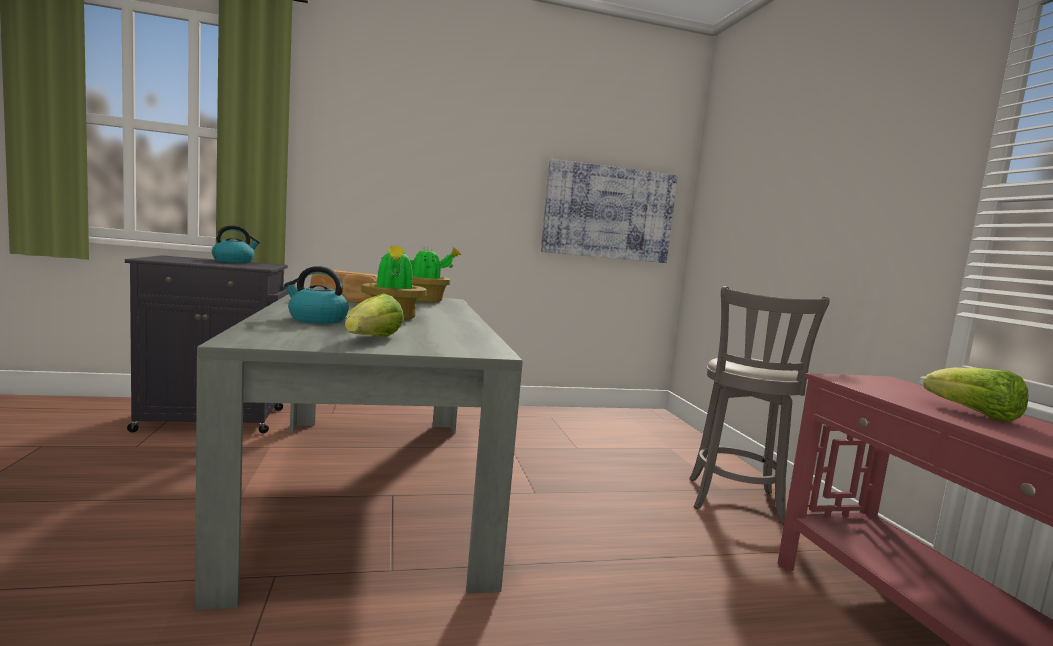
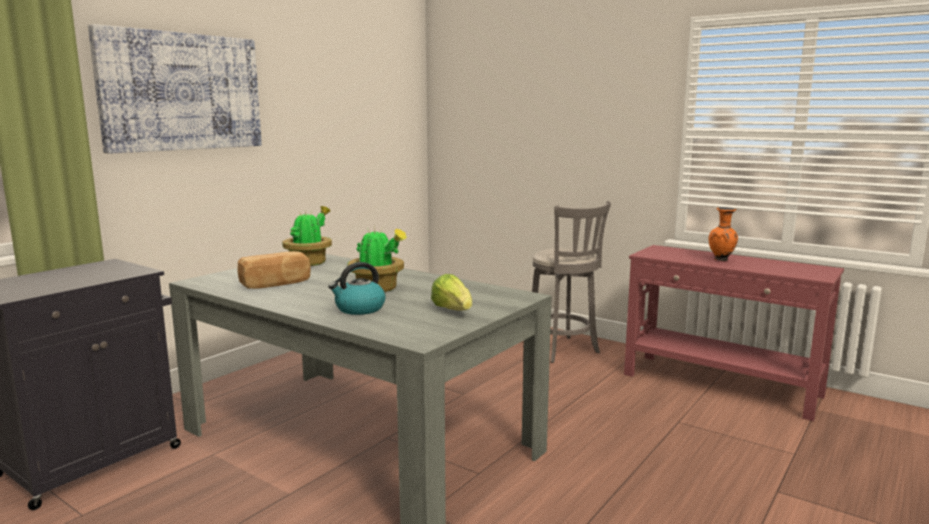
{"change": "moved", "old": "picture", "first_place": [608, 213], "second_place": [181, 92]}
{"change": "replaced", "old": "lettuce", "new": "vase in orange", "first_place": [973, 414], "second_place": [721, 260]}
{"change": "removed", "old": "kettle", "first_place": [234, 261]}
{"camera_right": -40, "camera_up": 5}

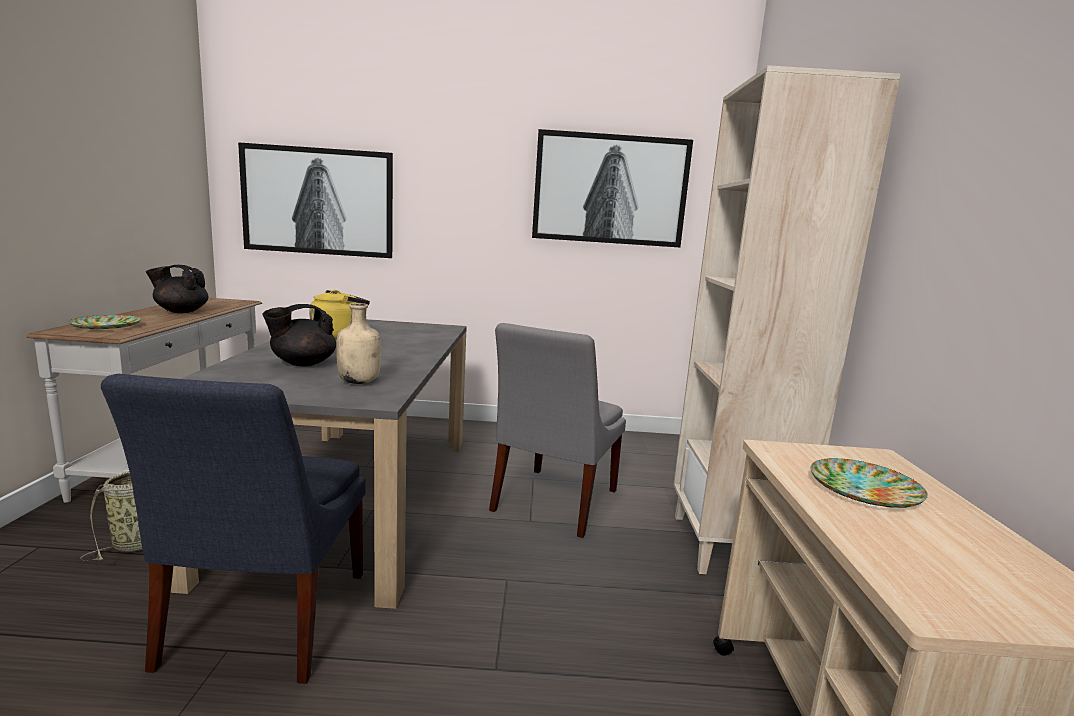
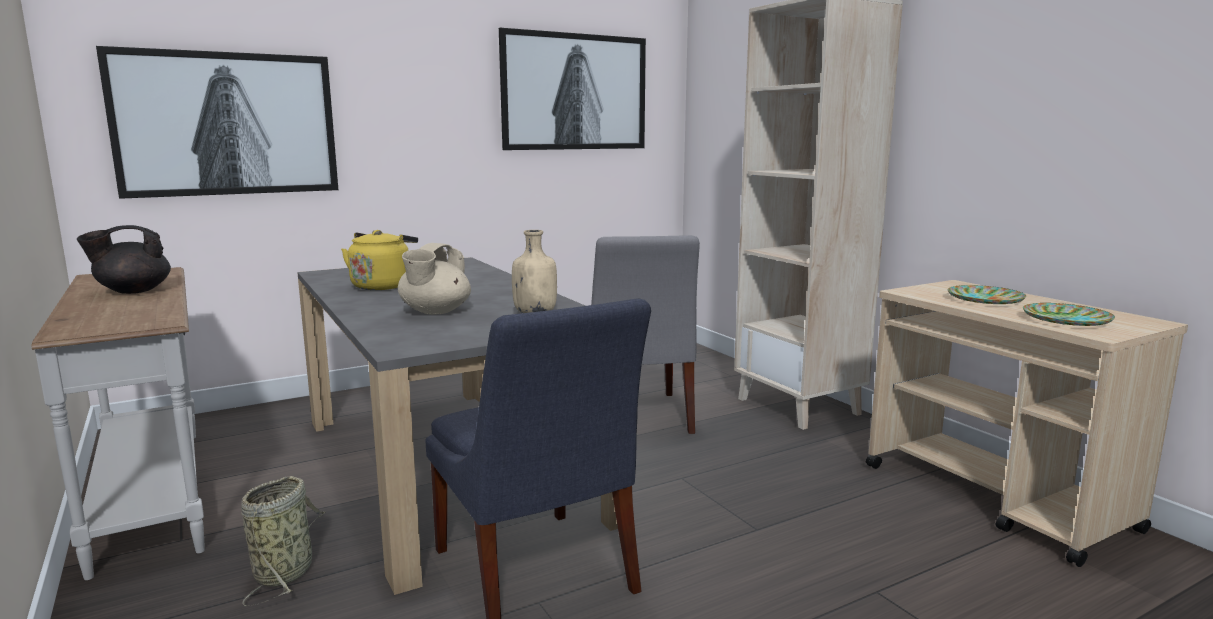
{"change": "recoloured", "old": "teapot in black", "new": "teapot in beige", "first_place": [302, 363], "second_place": [435, 312]}
{"change": "moved", "old": "plate", "first_place": [107, 326], "second_place": [1066, 319]}
{"camera_right": -30, "camera_up": 0}

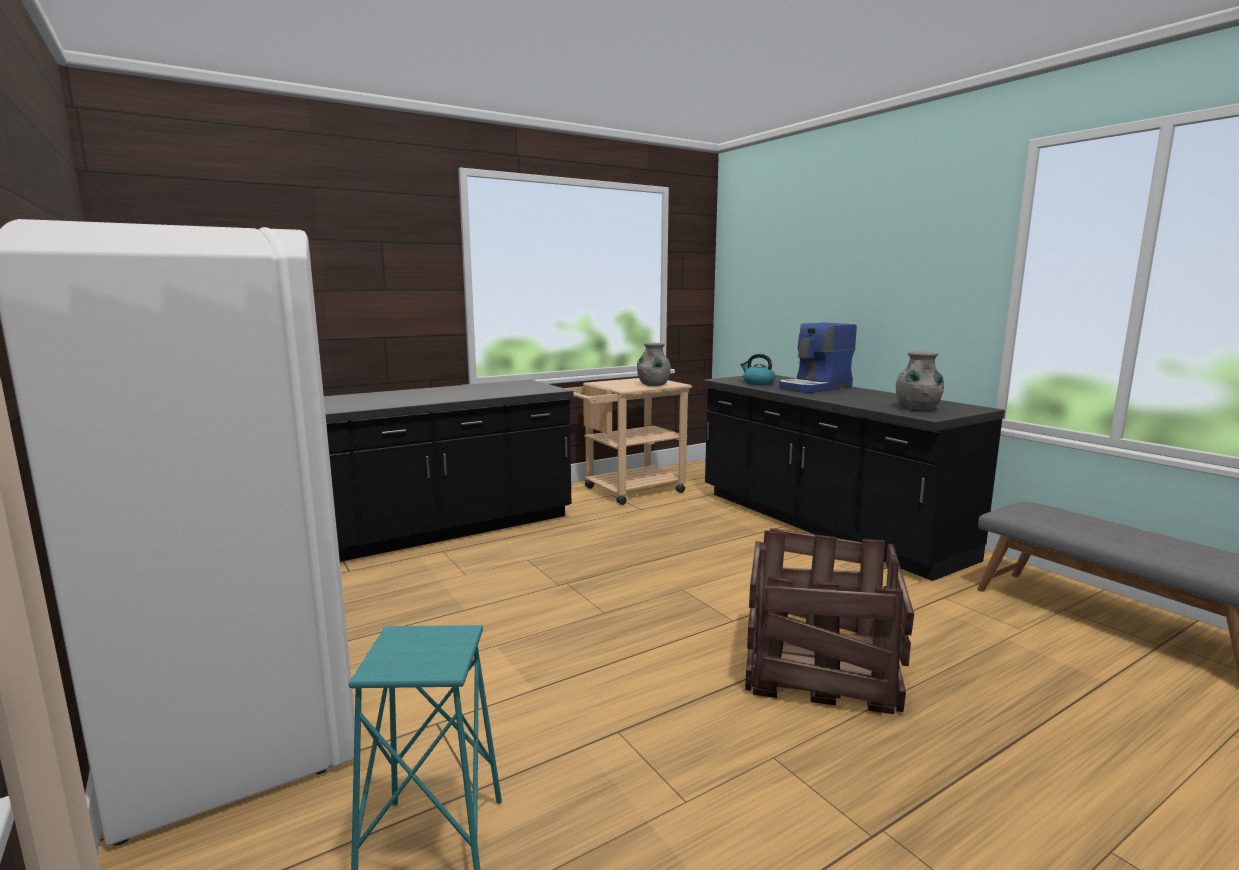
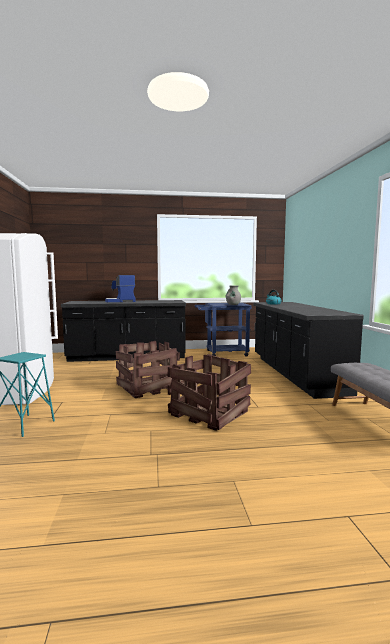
{"change": "moved", "old": "coffee machine", "first_place": [815, 387], "second_place": [121, 301]}
{"change": "added", "new": "crate", "second_place": [148, 387]}
{"change": "recoloured", "old": "cart in beige", "new": "cart in blue", "first_place": [627, 491], "second_place": [222, 353]}
{"change": "removed", "old": "vase in grey", "first_place": [917, 408]}
{"camera_right": 25, "camera_up": -5}

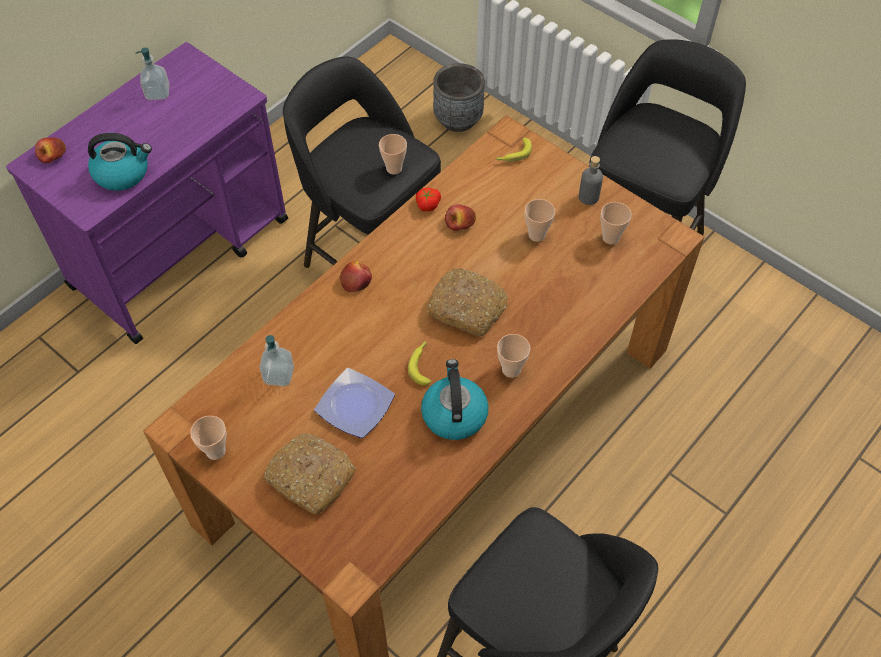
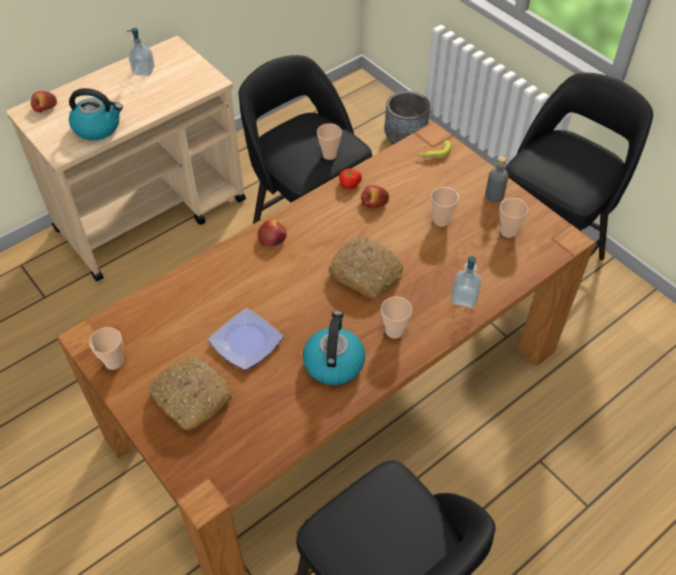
{"change": "recoloured", "old": "cart in purple", "new": "cart in beige", "first_place": [181, 252], "second_place": [152, 214]}
{"change": "moved", "old": "soap dispenser", "first_place": [279, 375], "second_place": [464, 298]}
{"change": "removed", "old": "banana", "first_place": [422, 364]}
{"camera_right": 10, "camera_up": -5}

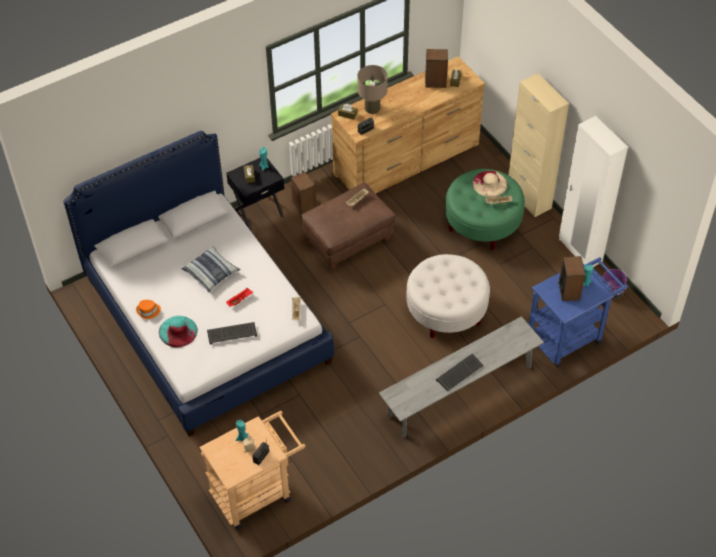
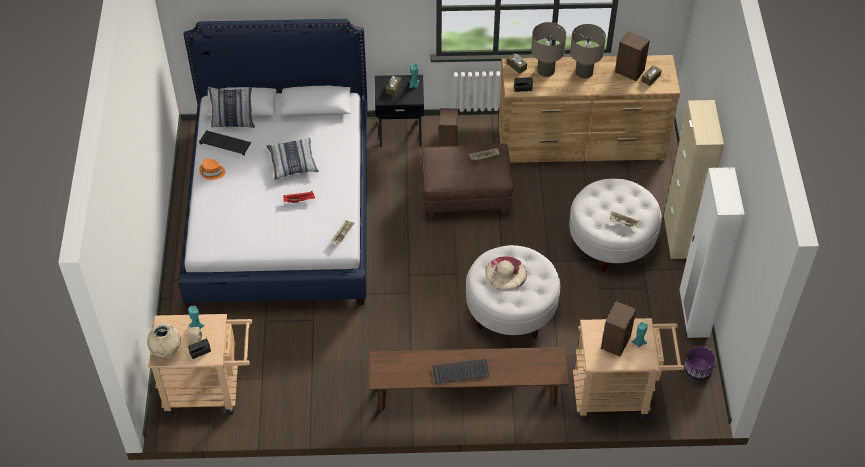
{"change": "added", "new": "vase in beige", "second_place": [166, 351]}
{"change": "moved", "old": "keyboard", "first_place": [232, 333], "second_place": [226, 143]}
{"change": "added", "new": "pillow", "second_place": [233, 122]}
{"change": "recoloured", "old": "bench in grey", "new": "bench in brown", "first_place": [460, 391], "second_place": [467, 394]}
{"change": "moved", "old": "hat in beige", "first_place": [490, 183], "second_place": [506, 273]}
{"change": "recoloured", "old": "ottoman in green", "new": "ottoman in white", "first_place": [482, 223], "second_place": [611, 241]}
{"change": "added", "new": "table lamp in beige", "second_place": [584, 72]}
{"change": "recoloured", "old": "cart in blue", "new": "cart in beige", "first_place": [569, 335], "second_place": [619, 394]}
{"change": "removed", "old": "hat in turquoise", "first_place": [178, 331]}
{"camera_right": 30, "camera_up": 0}

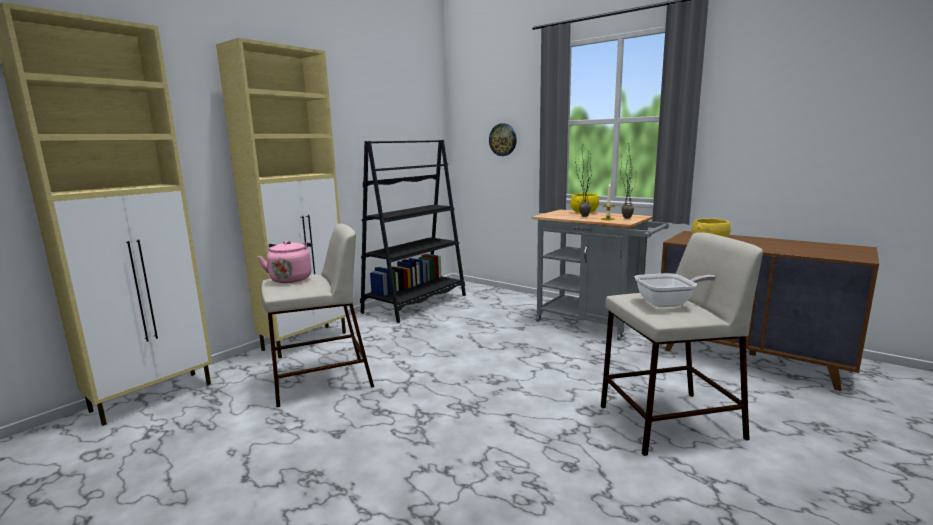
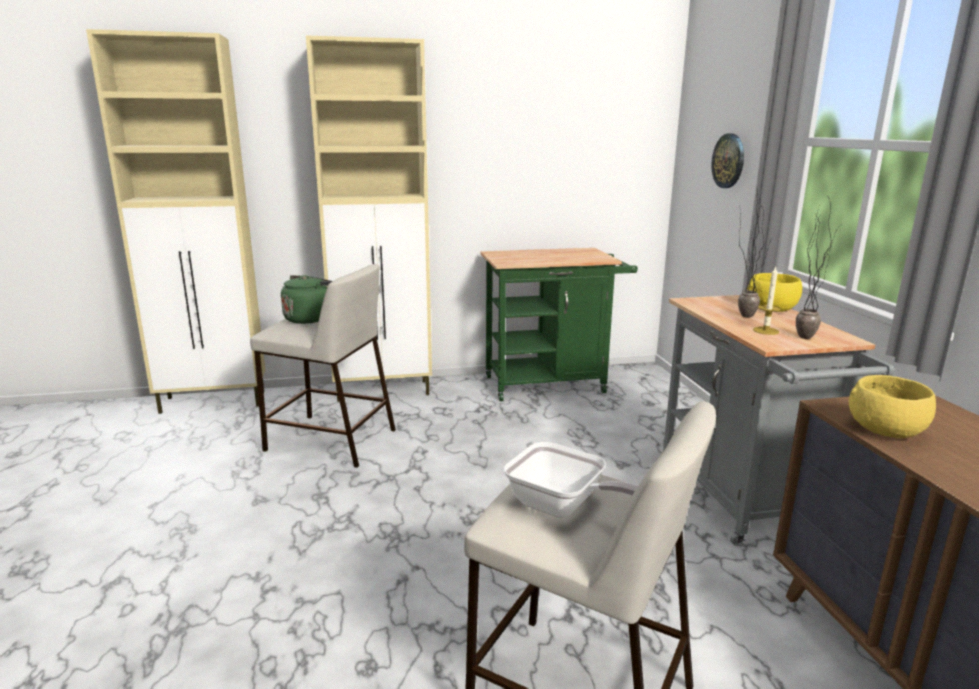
{"change": "recoloured", "old": "kettle in pink", "new": "kettle in green", "first_place": [291, 278], "second_place": [309, 318]}
{"change": "replaced", "old": "bookcase in black", "new": "cart in green", "first_place": [416, 304], "second_place": [552, 384]}
{"camera_right": 40, "camera_up": 5}

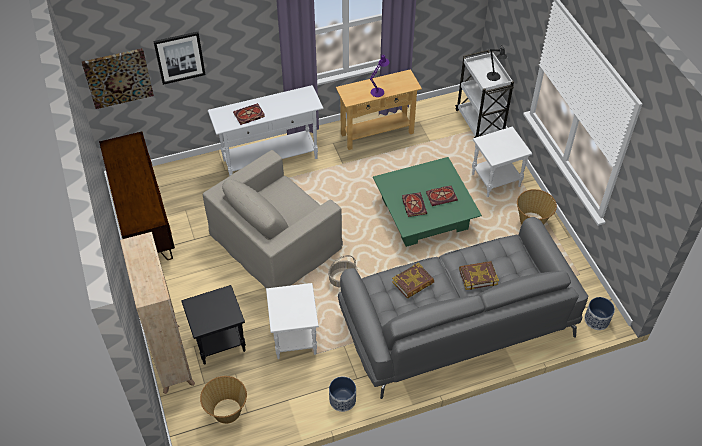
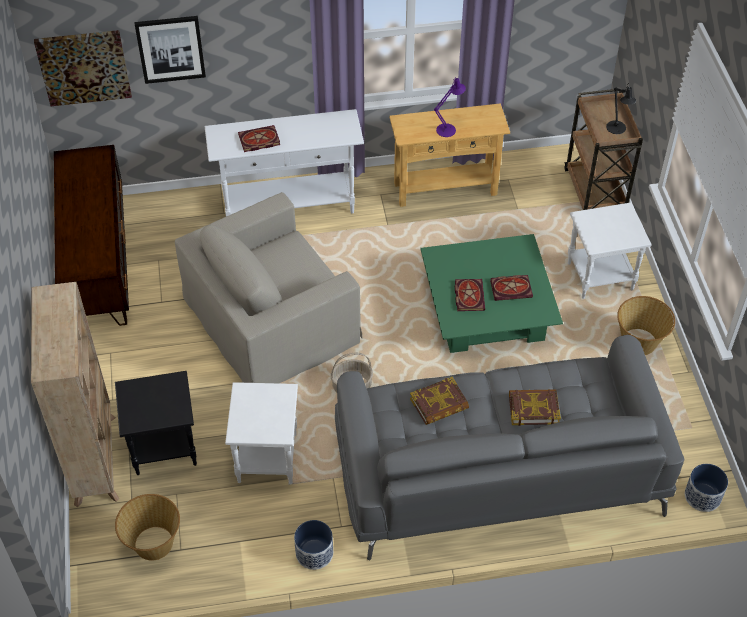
{"change": "recoloured", "old": "cart in white", "new": "cart in brown", "first_place": [480, 123], "second_place": [595, 192]}
{"camera_right": 10, "camera_up": 0}

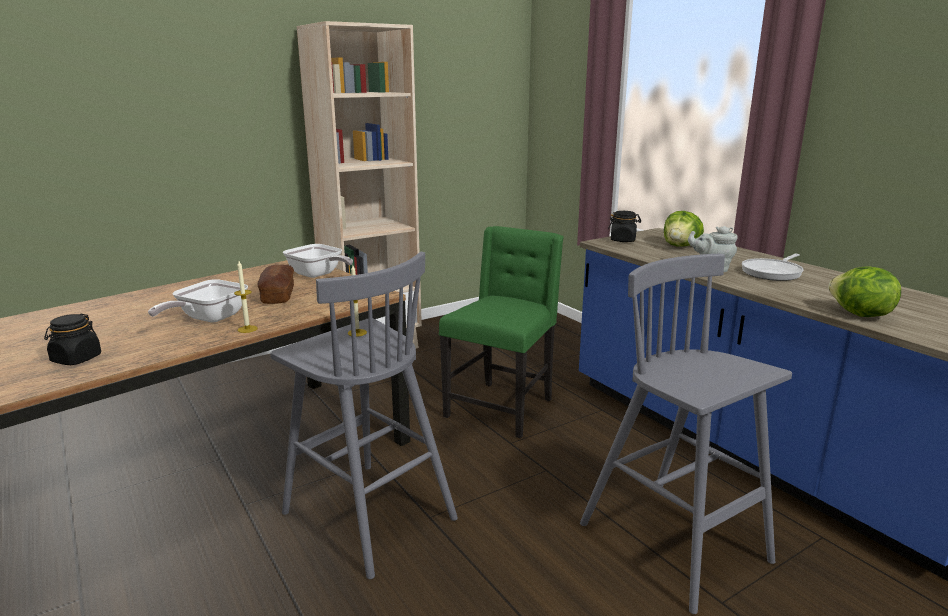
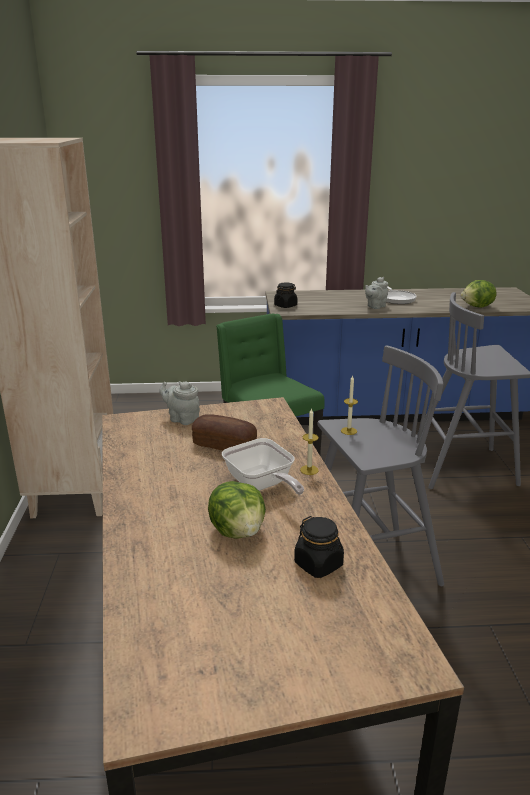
{"change": "replaced", "old": "frying pan", "new": "teapot in grey", "first_place": [318, 275], "second_place": [182, 419]}
{"change": "moved", "old": "lettuce", "first_place": [681, 246], "second_place": [238, 531]}
{"camera_right": -60, "camera_up": 5}

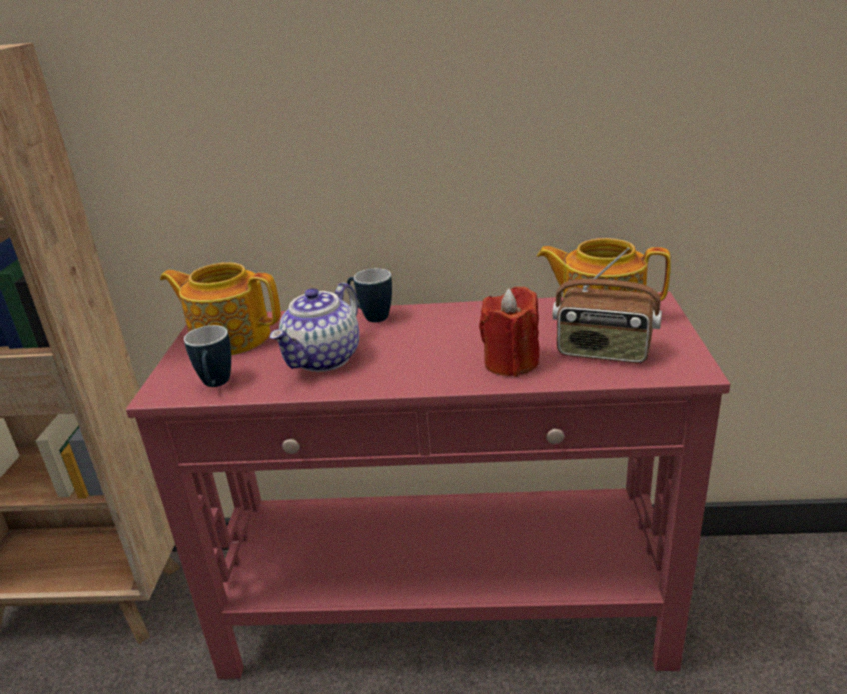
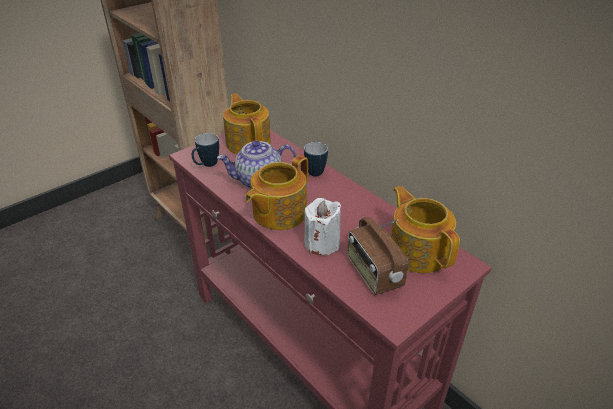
{"change": "added", "new": "teapot", "second_place": [278, 213]}
{"change": "recoloured", "old": "candle in red", "new": "candle in white", "first_place": [511, 363], "second_place": [322, 243]}
{"camera_right": 45, "camera_up": 10}

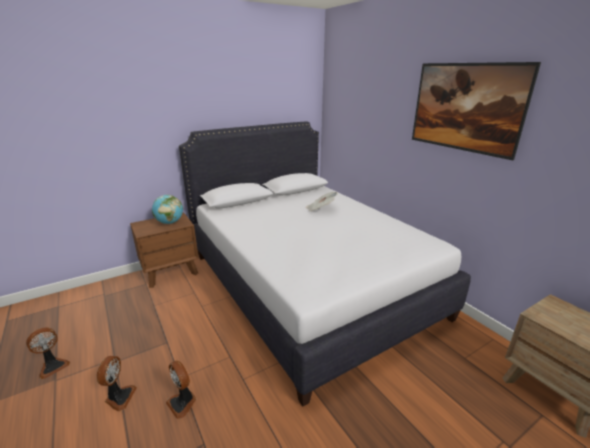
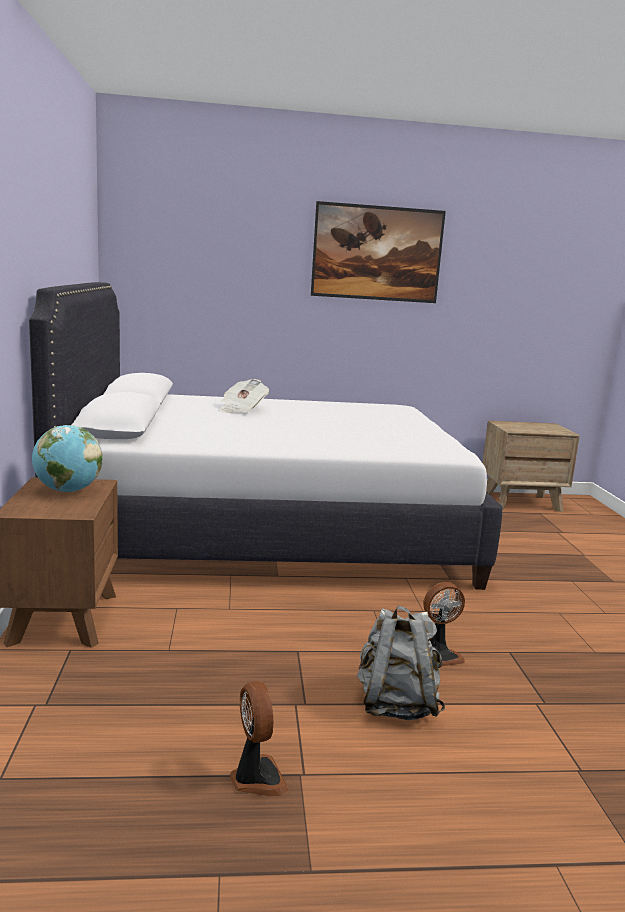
{"change": "replaced", "old": "fan", "new": "backpack in grey", "first_place": [119, 397], "second_place": [396, 705]}
{"camera_right": -65, "camera_up": -10}

